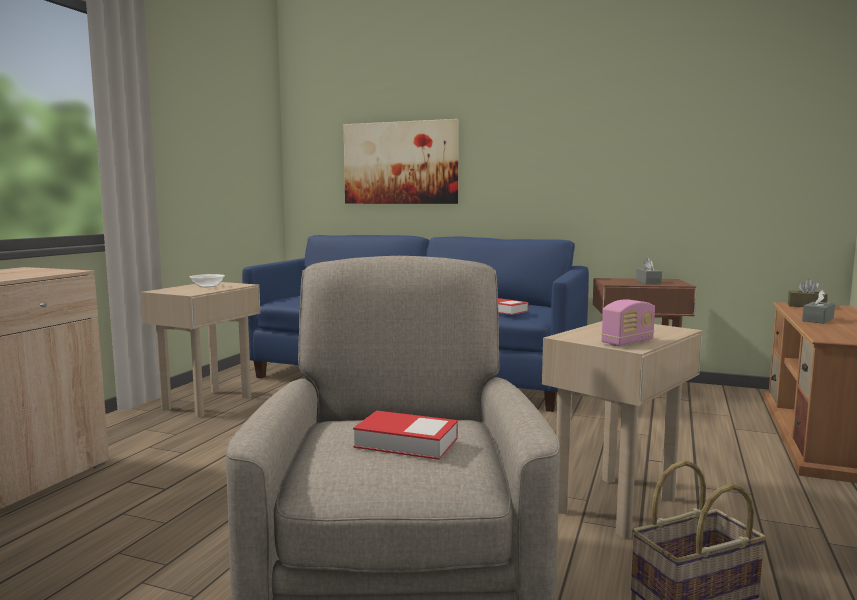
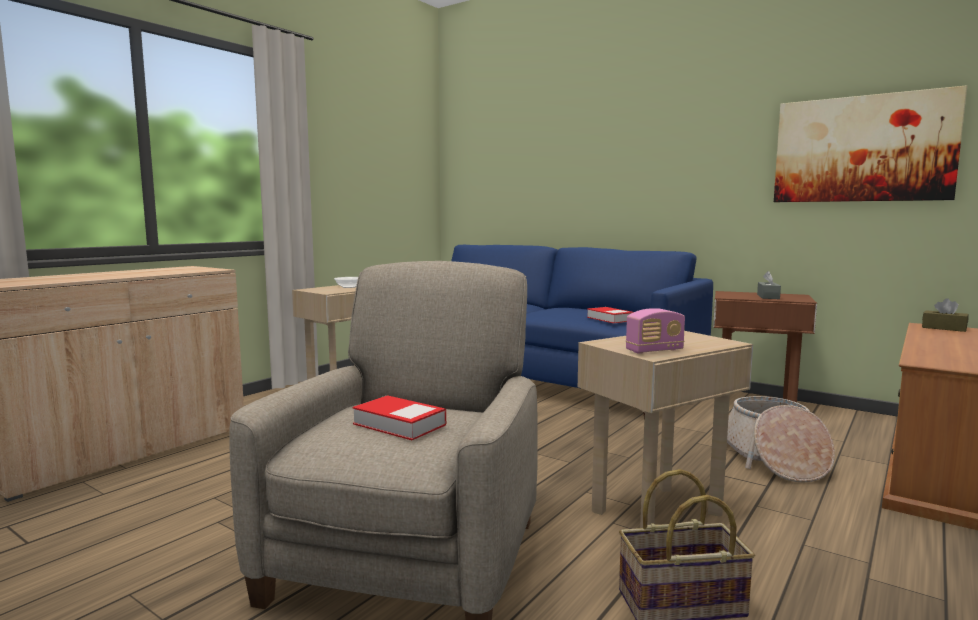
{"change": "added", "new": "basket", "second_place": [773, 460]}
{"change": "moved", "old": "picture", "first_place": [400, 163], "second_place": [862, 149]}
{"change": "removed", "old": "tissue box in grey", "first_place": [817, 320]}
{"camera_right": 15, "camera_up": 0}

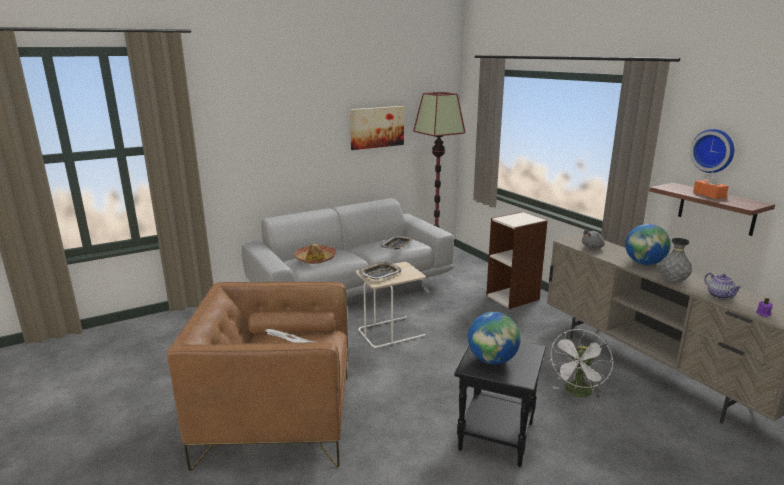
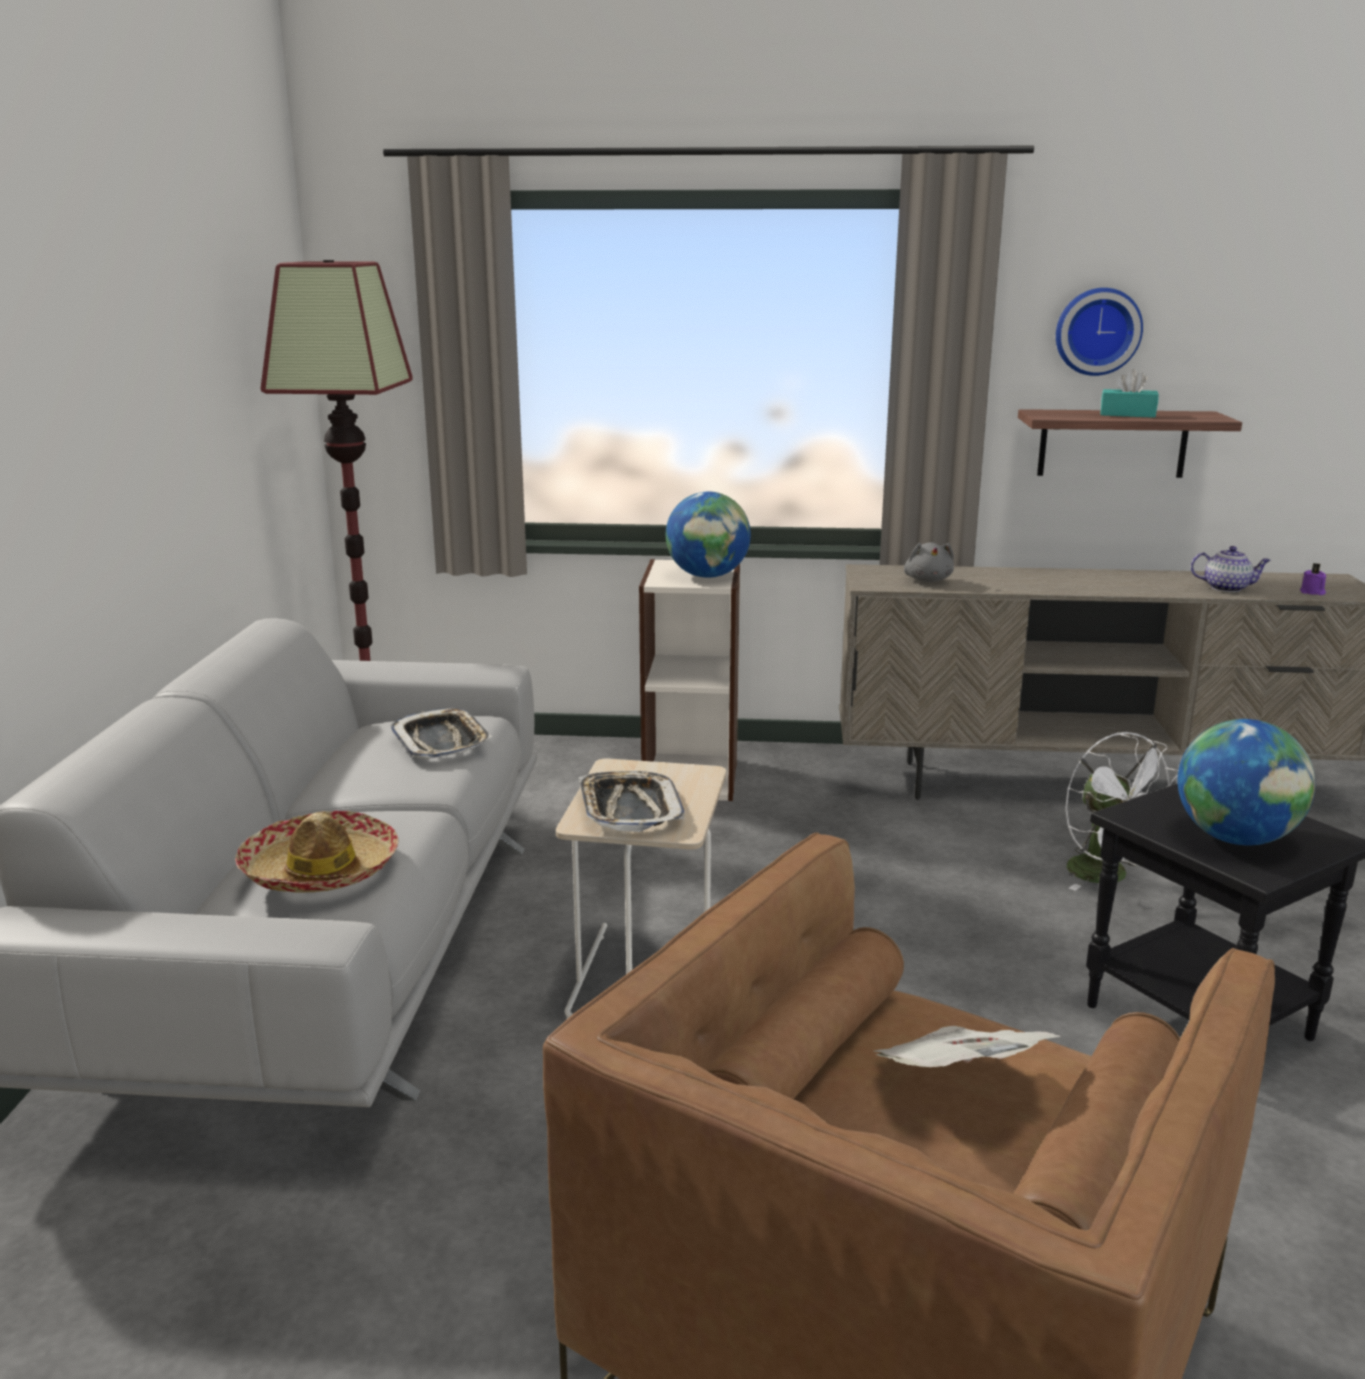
{"change": "moved", "old": "globe", "first_place": [644, 263], "second_place": [708, 576]}
{"change": "recoloured", "old": "tissue box in orange", "new": "tissue box in turquoise", "first_place": [709, 195], "second_place": [1127, 414]}
{"change": "removed", "old": "picture", "first_place": [376, 127]}
{"change": "removed", "old": "vase in grey", "first_place": [672, 282]}
{"camera_right": -55, "camera_up": 0}

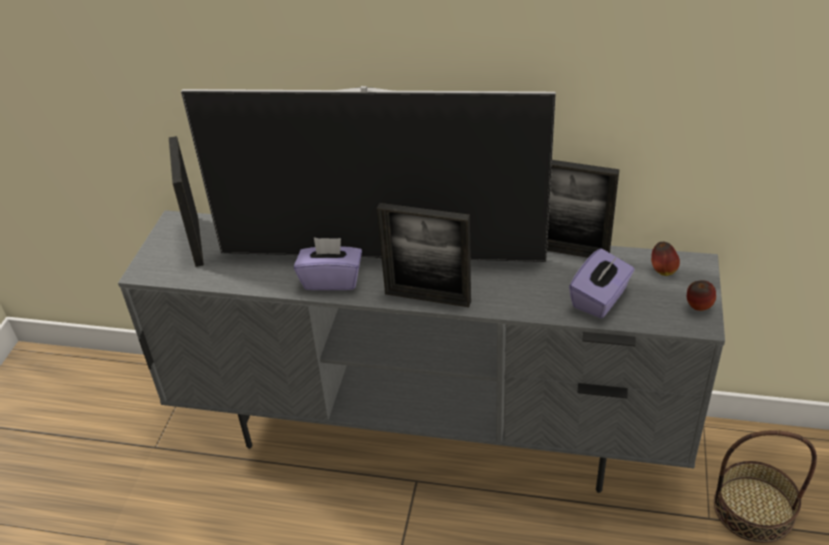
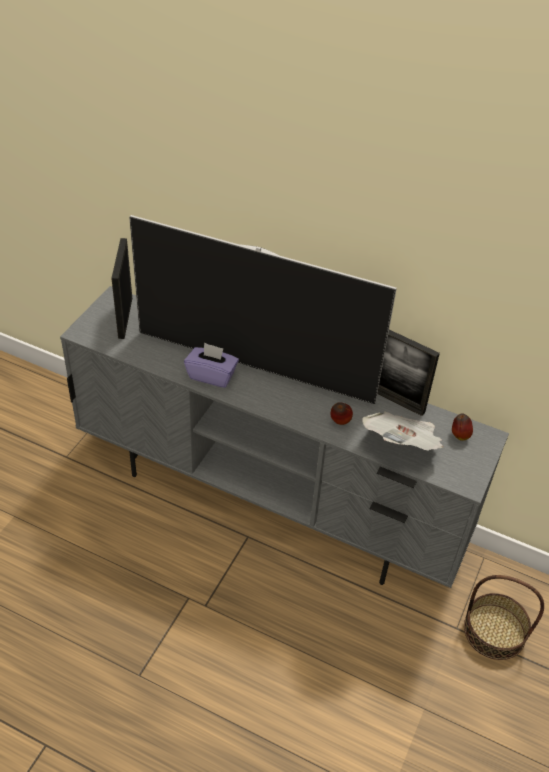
{"change": "moved", "old": "apple", "first_place": [698, 308], "second_place": [340, 422]}
{"change": "replaced", "old": "tissue box in purple", "new": "newspaper", "first_place": [600, 299], "second_place": [402, 444]}
{"change": "removed", "old": "picture frame", "first_place": [427, 297]}
{"camera_right": 10, "camera_up": 5}

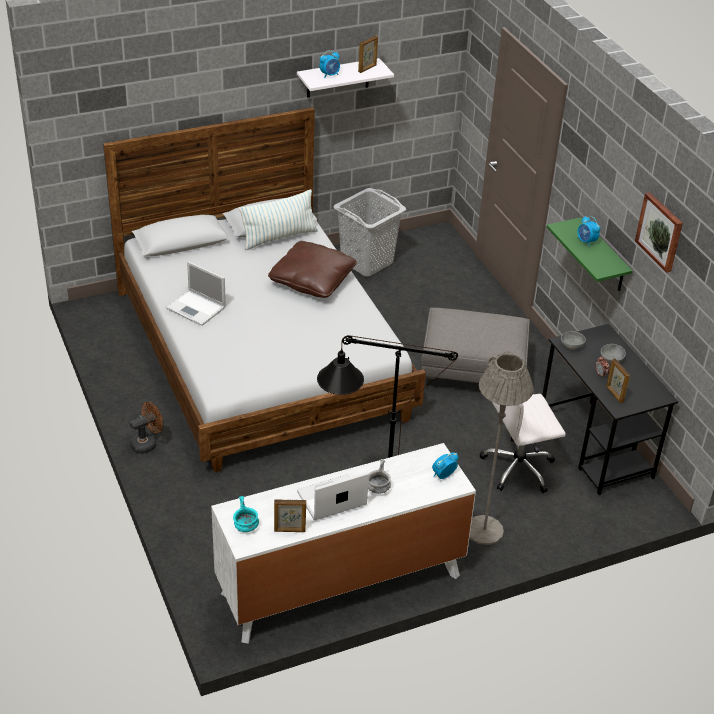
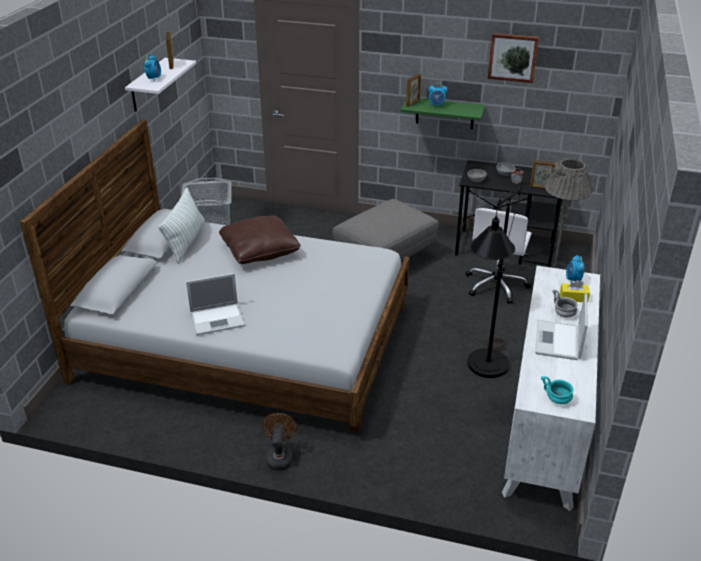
{"change": "moved", "old": "picture frame", "first_place": [289, 530], "second_place": [413, 103]}
{"change": "added", "new": "tissue box in yellow", "second_place": [573, 297]}
{"camera_right": -50, "camera_up": -5}

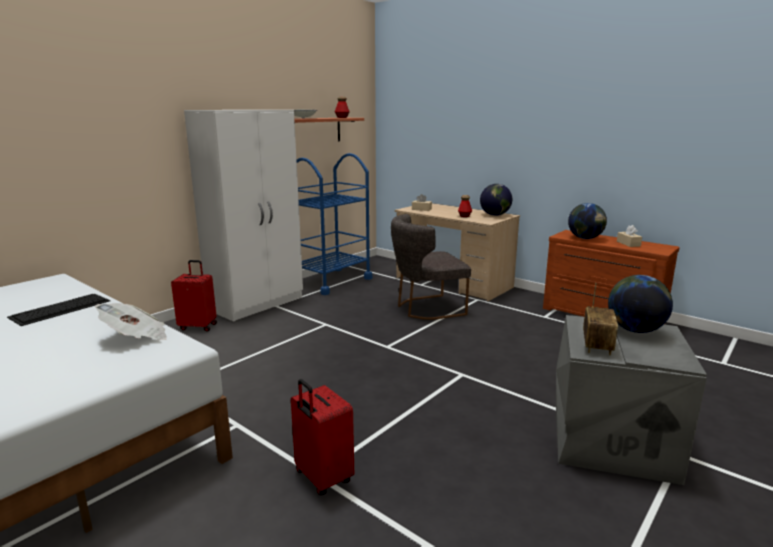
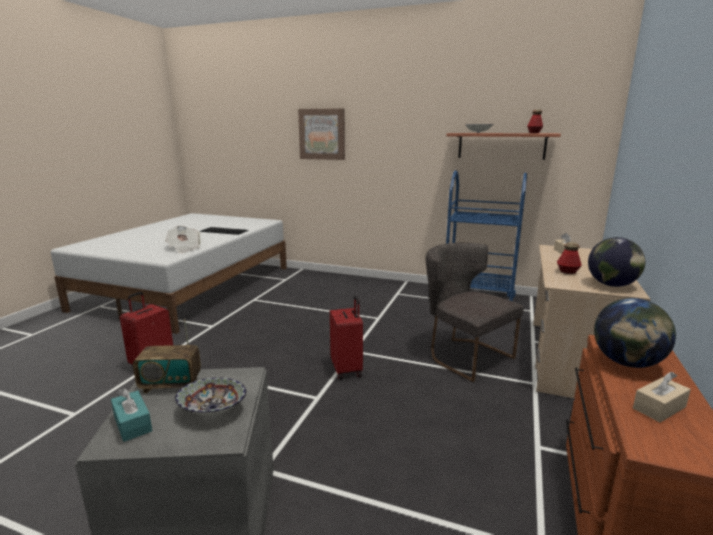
{"change": "added", "new": "tissue box in turquoise", "second_place": [132, 423]}
{"change": "replaced", "old": "globe", "new": "bowl", "first_place": [635, 330], "second_place": [213, 409]}
{"change": "added", "new": "picture", "second_place": [322, 134]}
{"change": "moved", "old": "suitcase in red", "first_place": [198, 326], "second_place": [347, 369]}
{"change": "removed", "old": "wardrobe in white", "first_place": [257, 303]}
{"camera_right": 70, "camera_up": 0}

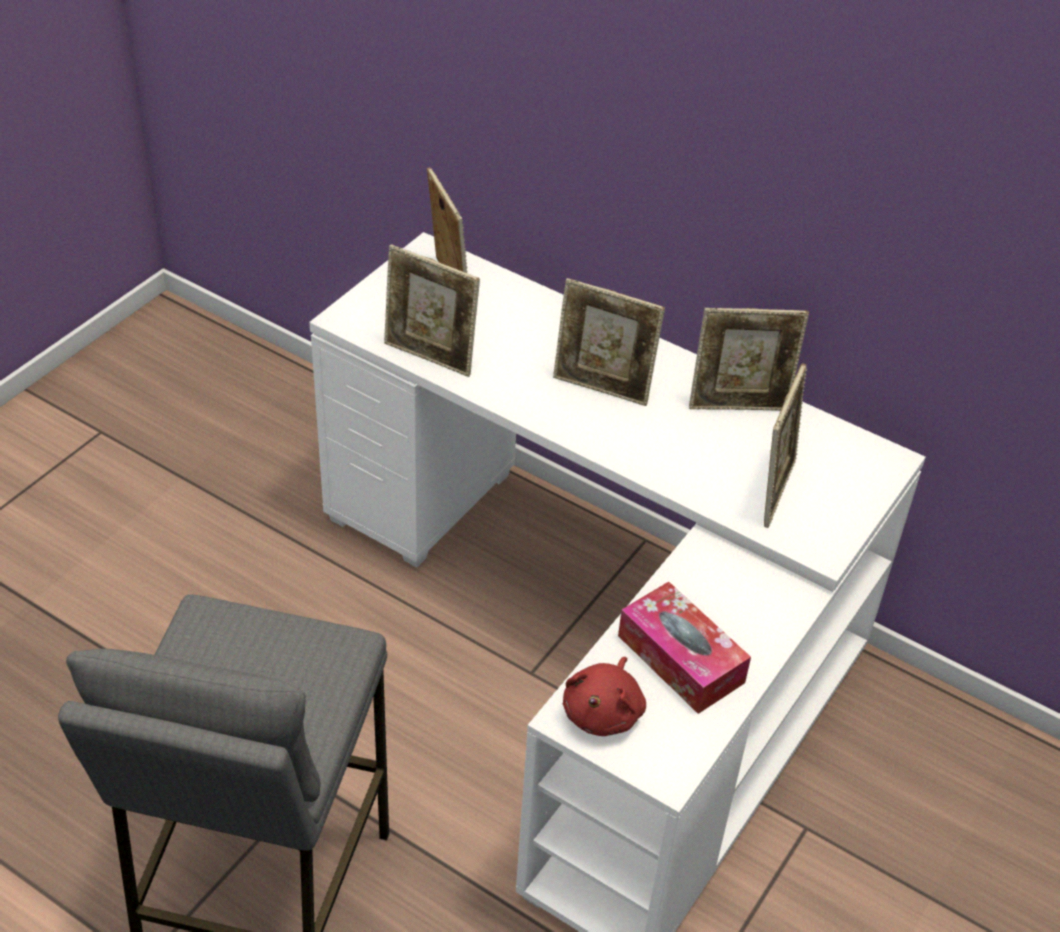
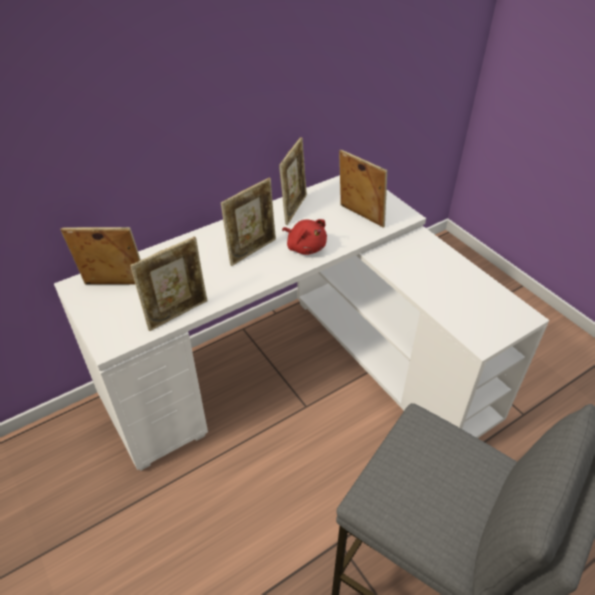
{"change": "moved", "old": "plush toy in red", "first_place": [604, 712], "second_place": [305, 247]}
{"change": "removed", "old": "tissue box", "first_place": [680, 659]}
{"camera_right": -65, "camera_up": 0}

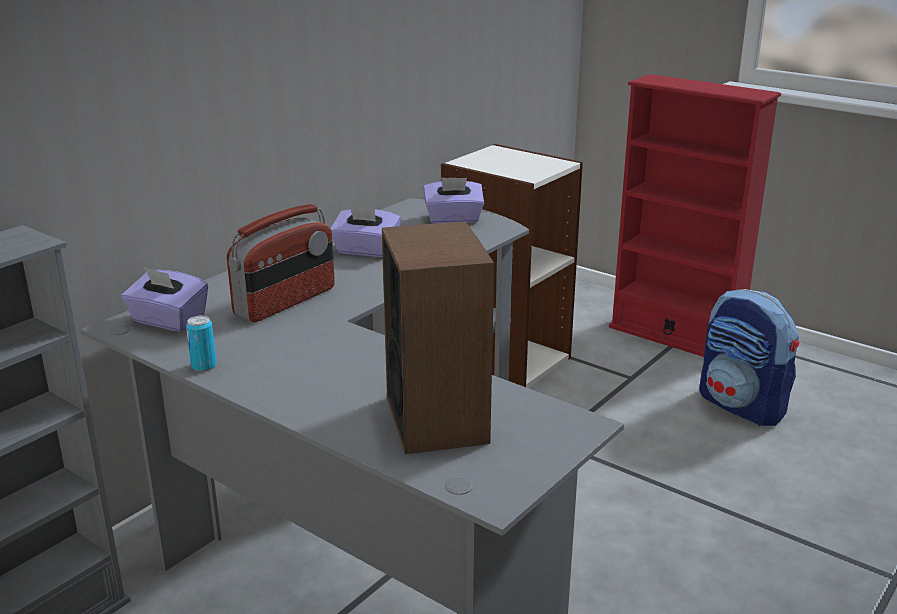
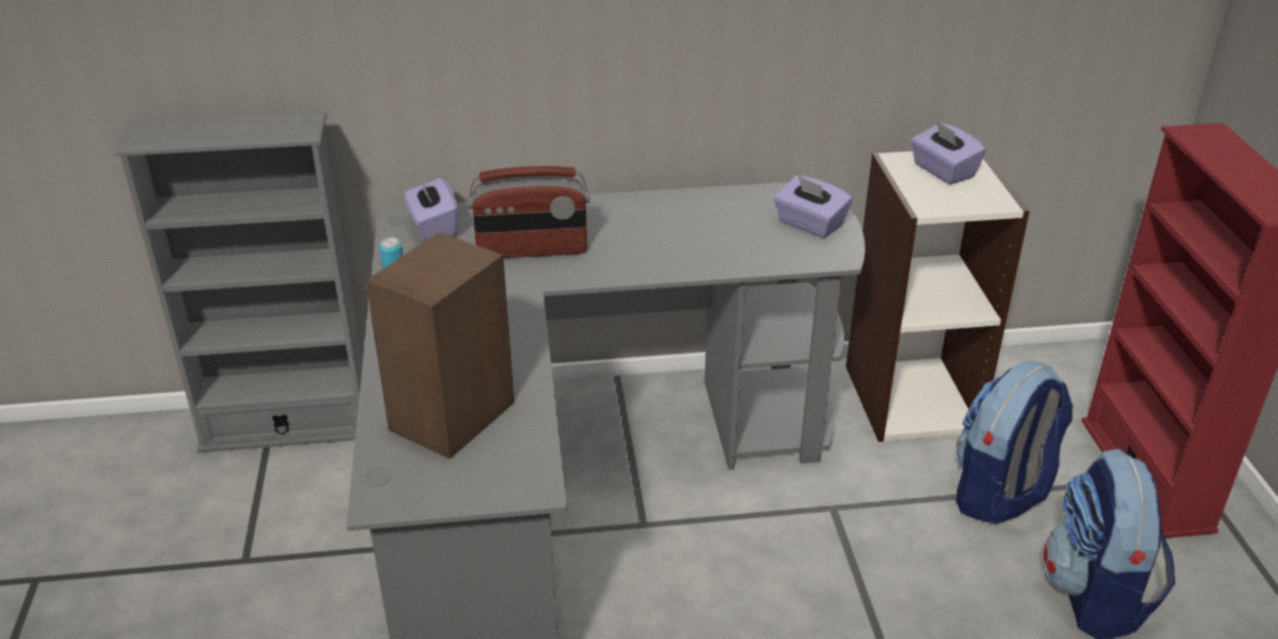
{"change": "moved", "old": "tissue box in purple", "first_place": [366, 251], "second_place": [943, 171]}
{"change": "added", "new": "backpack", "second_place": [1000, 494]}
{"camera_right": 45, "camera_up": 10}

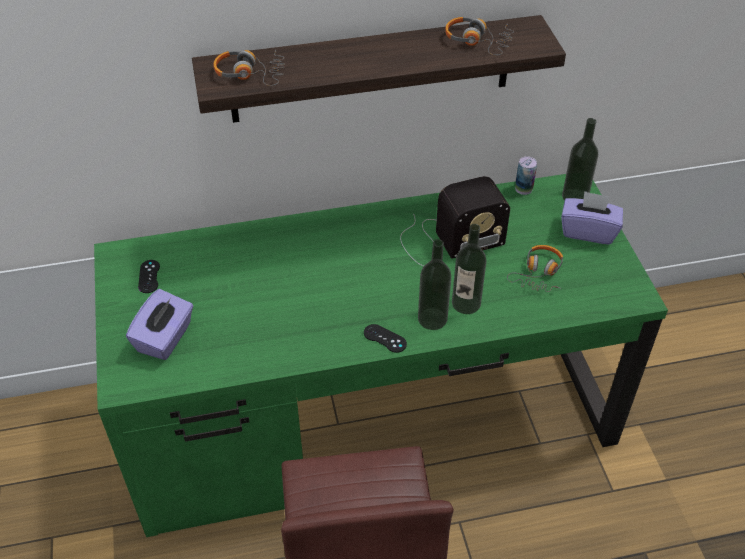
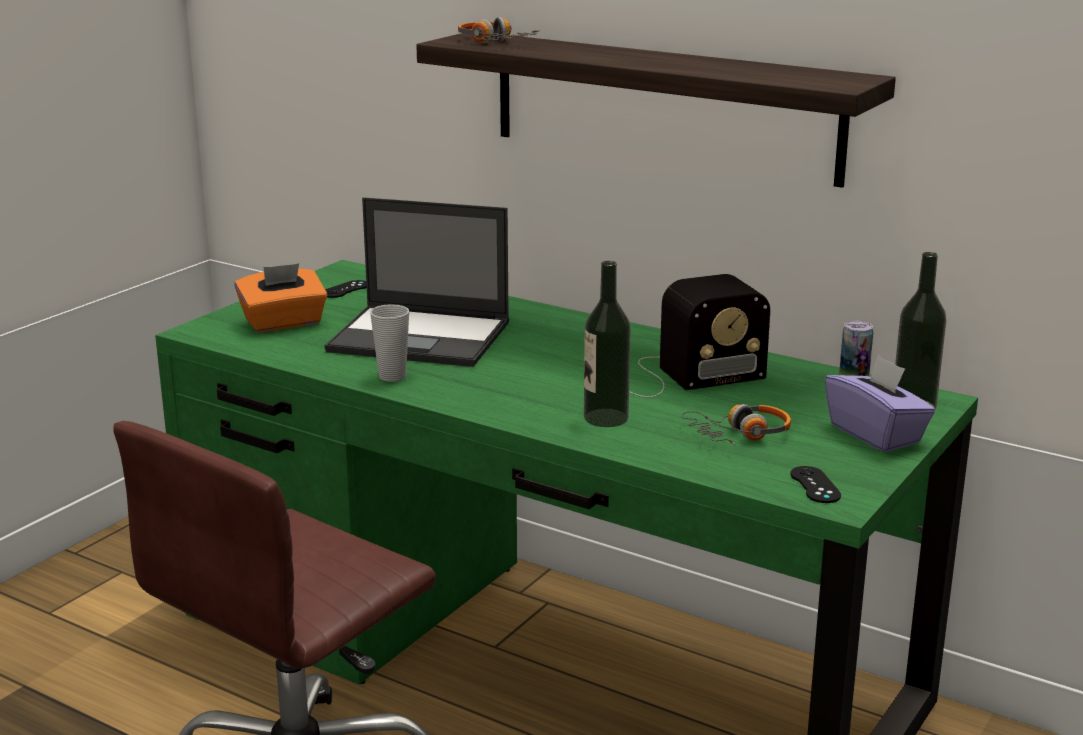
{"change": "recoloured", "old": "tissue box in purple", "new": "tissue box in orange", "first_place": [165, 338], "second_place": [283, 323]}
{"change": "added", "new": "laptop", "second_place": [422, 337]}
{"change": "added", "new": "cup", "second_place": [392, 377]}
{"change": "turned", "old": "radio", "first_place": [447, 240], "second_place": [678, 375], "degrees": -45}
{"change": "moved", "old": "game controller in black", "first_place": [385, 338], "second_place": [815, 485]}
{"change": "removed", "old": "bottle", "first_place": [432, 319]}
{"change": "removed", "old": "headphones", "first_place": [478, 41]}
{"camera_right": 45, "camera_up": -25}

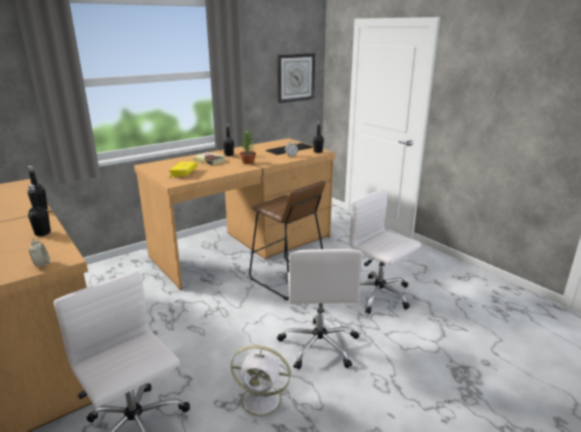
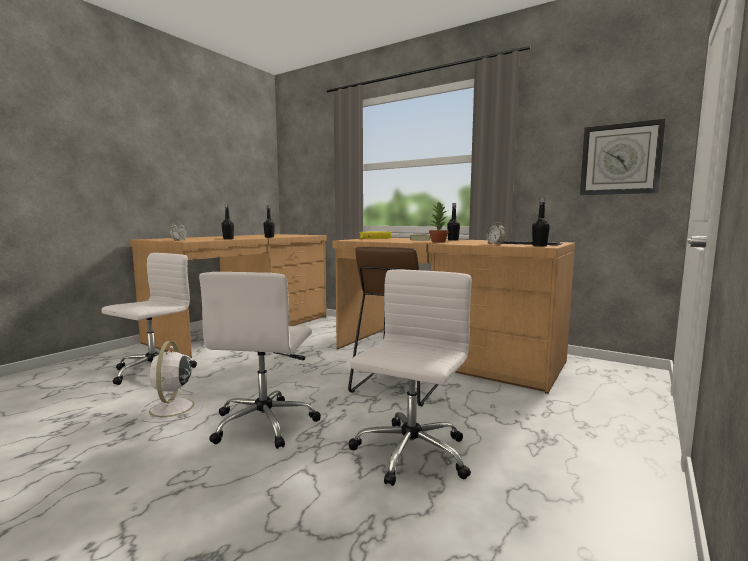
{"change": "turned", "old": "office chair in white", "first_place": [319, 345], "second_place": [265, 423], "degrees": -60}
{"camera_right": 70, "camera_up": -15}

